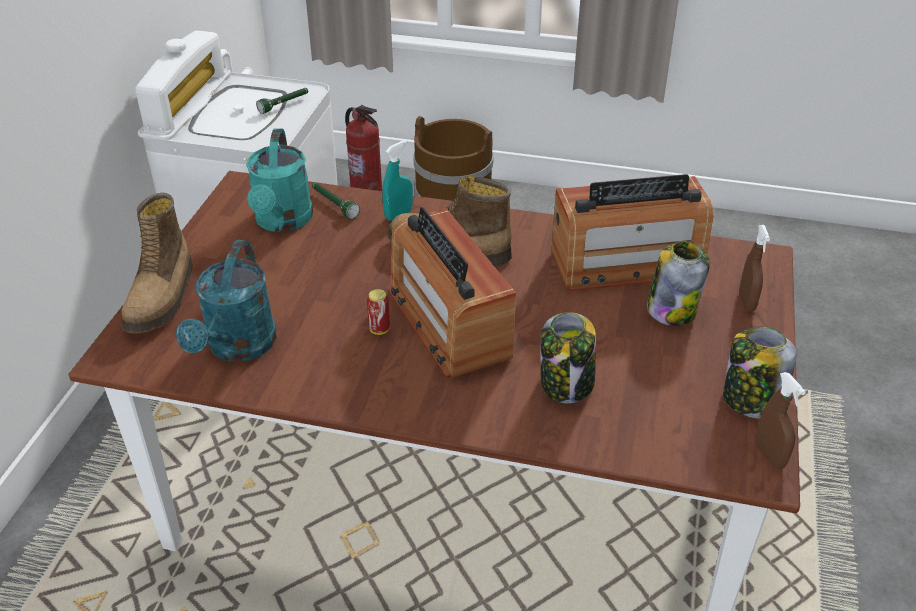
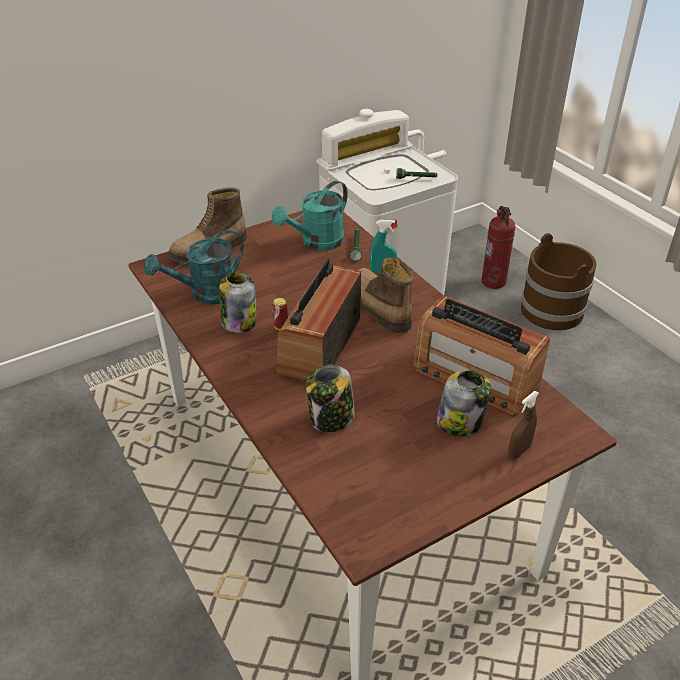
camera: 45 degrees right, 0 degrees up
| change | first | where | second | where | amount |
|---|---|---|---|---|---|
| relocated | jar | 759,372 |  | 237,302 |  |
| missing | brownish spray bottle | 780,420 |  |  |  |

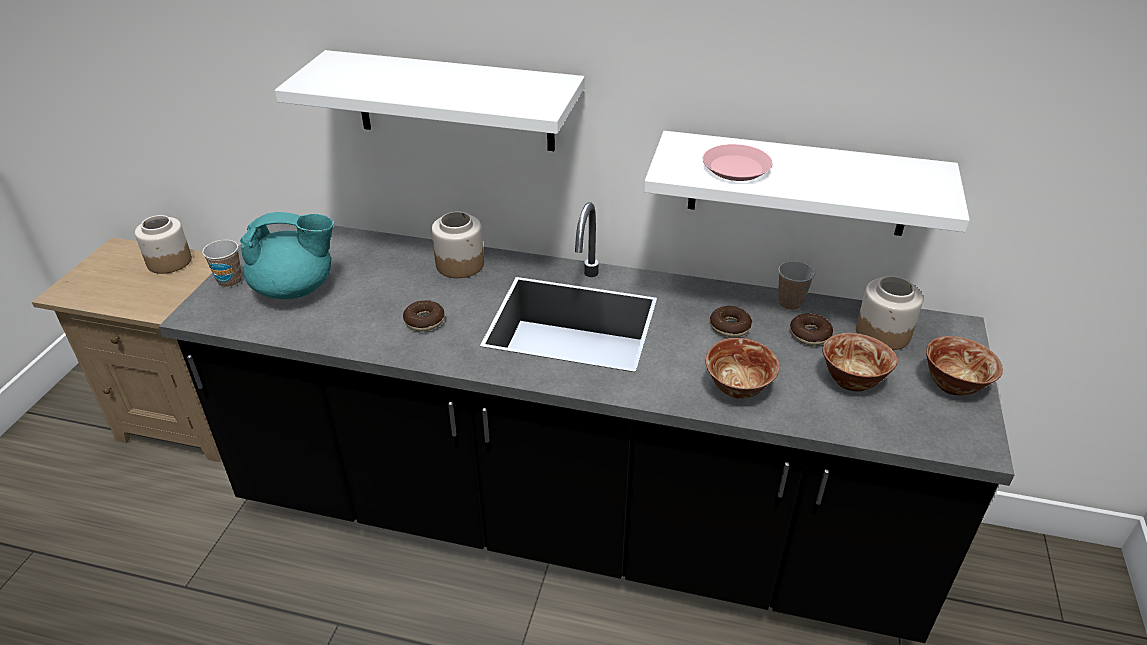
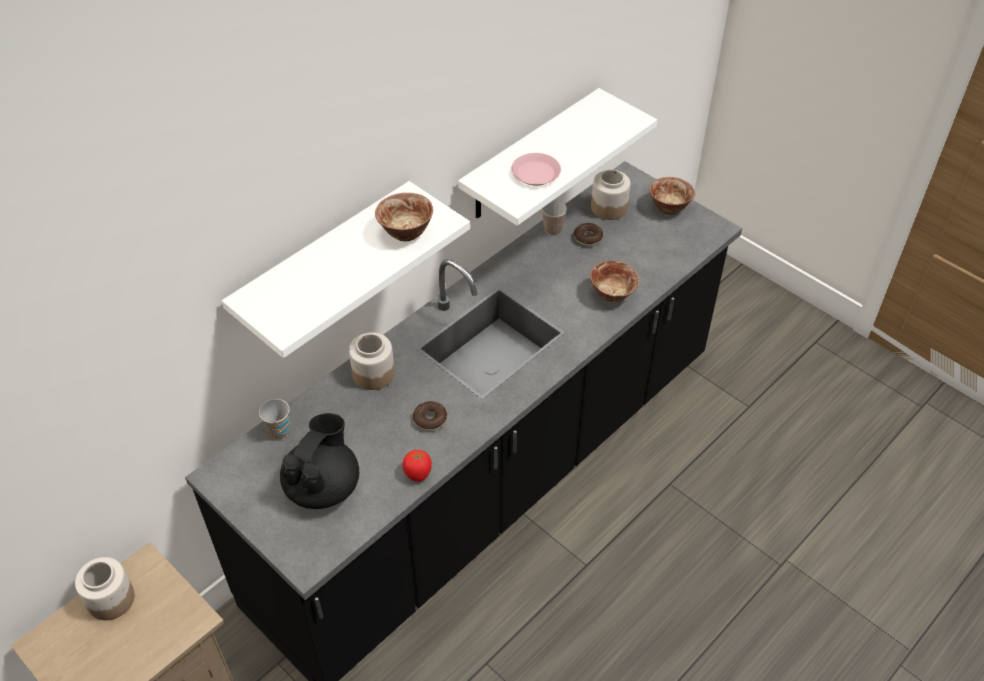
camera: 60 degrees left, 10 degrees up
| change | first | where | second | where | amount |
|---|---|---|---|---|---|
| relocated | cup | 222,264 |  | 274,419 |  |
| colour | blue-green tea pot | 287,255 | blackish tea pot | 319,461 |  |
| relocated | deep dish | 859,362 |  | 404,217 |  |
| appeared |  |  | tomato | 417,466 |  |
| missing | doughnut | 731,321 |  |  |  |

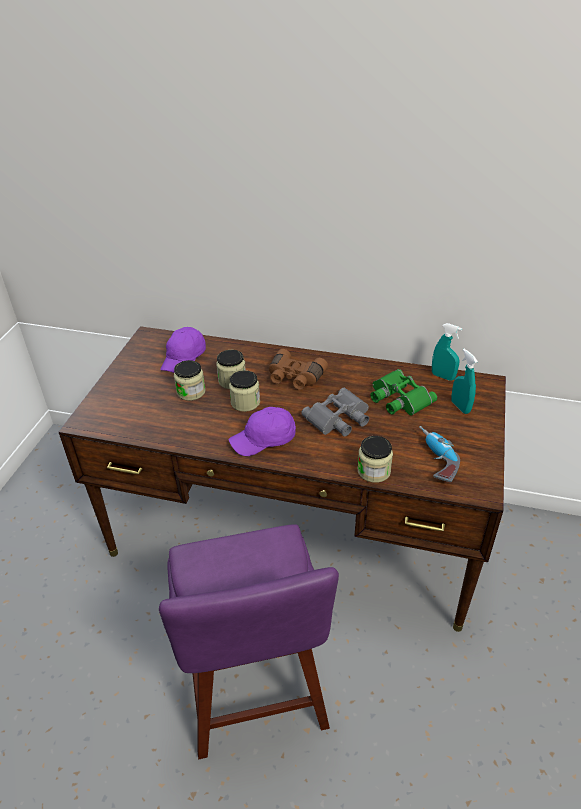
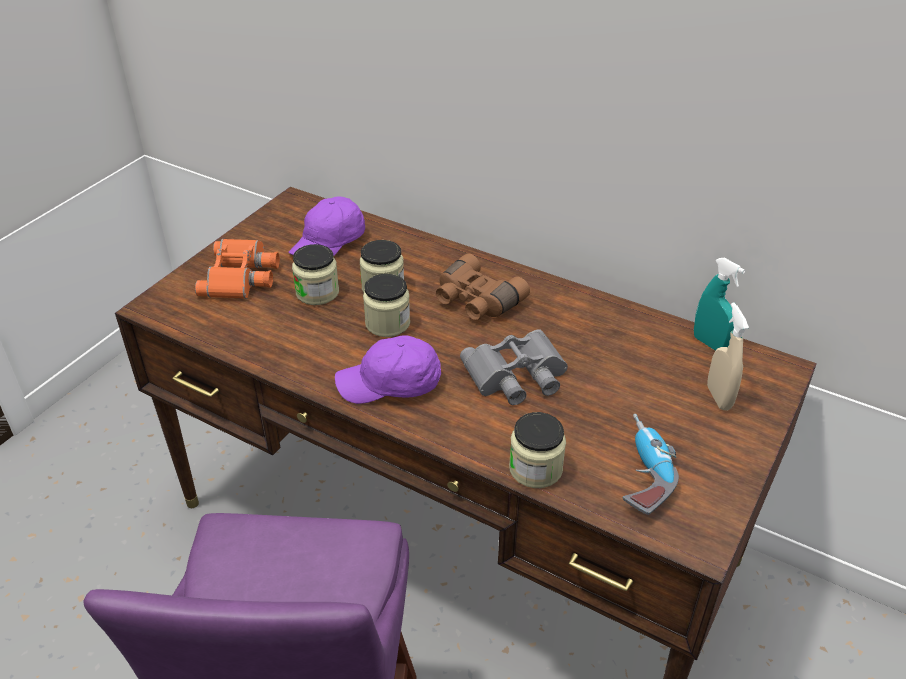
camera: 15 degrees right, 0 degrees up
| change | first | where | second | where | amount |
|---|---|---|---|---|---|
| appeared |  |  | orange-coloured binoculars | 237,269 |  |
| colour | blue-green spray bottle | 464,381 | beige-coloured spray bottle | 728,356 |  |
| missing | greenish binoculars | 404,392 |  |  |  |

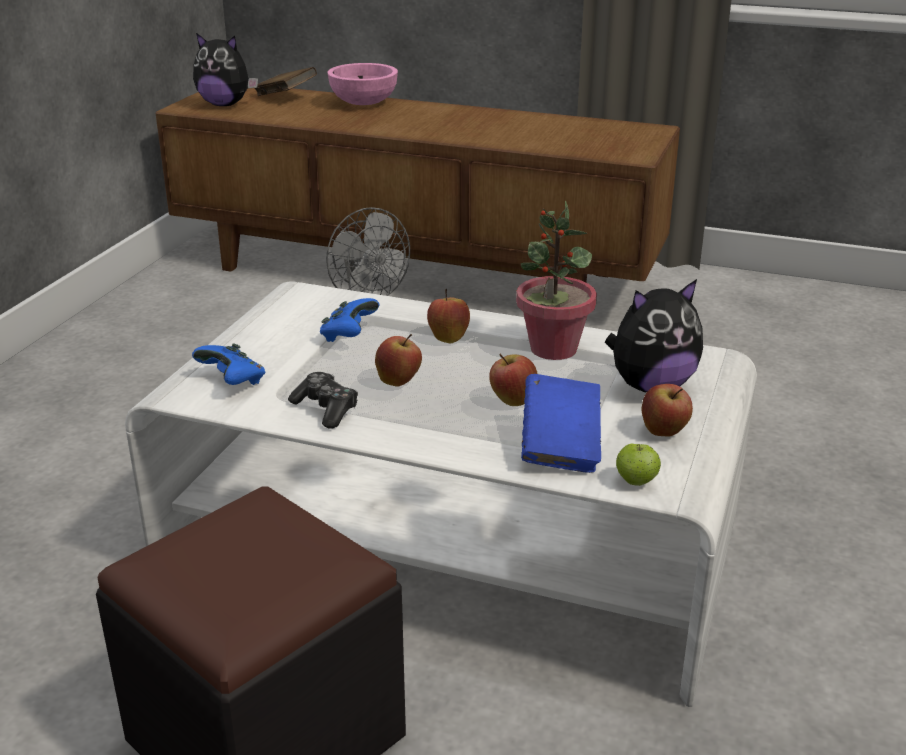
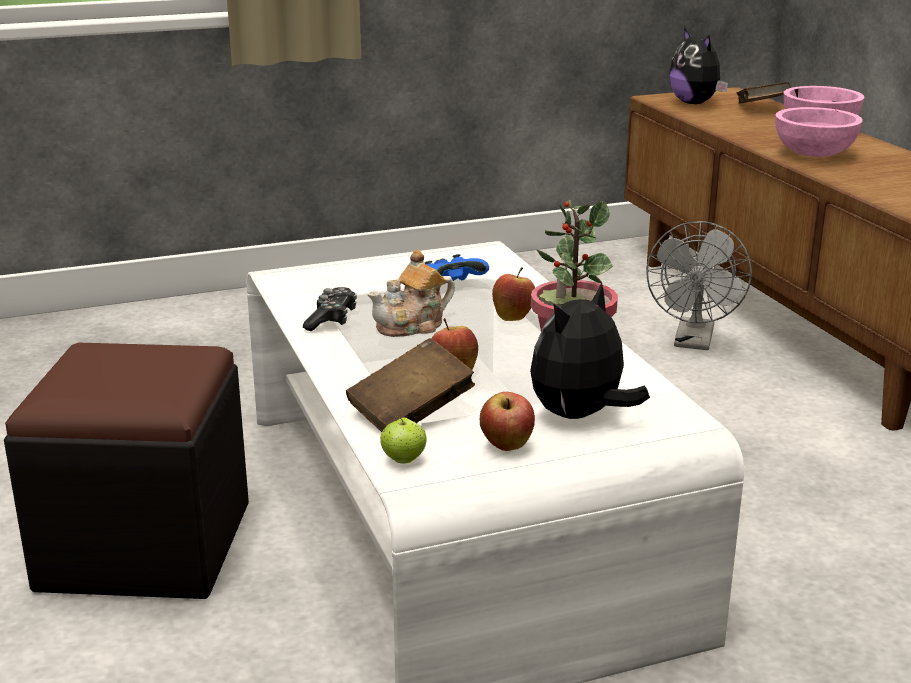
camera: 50 degrees right, 5 degrees down
| change | first | where | second | where | amount |
|---|---|---|---|---|---|
| colour | blue-coloured bound book | 561,423 | brownish bound book | 410,385 |  |
| exchanged | apple fruit | 398,360 | tea pot | 411,293 |  |
| spun | cuddly toy | 654,336 |  | 590,350 | 105 degrees clockwise |
| appeared |  |  | pinkish deep dish | 819,132 |  |
| missing | blue-coloured joypad | 229,364 |  |  |  |

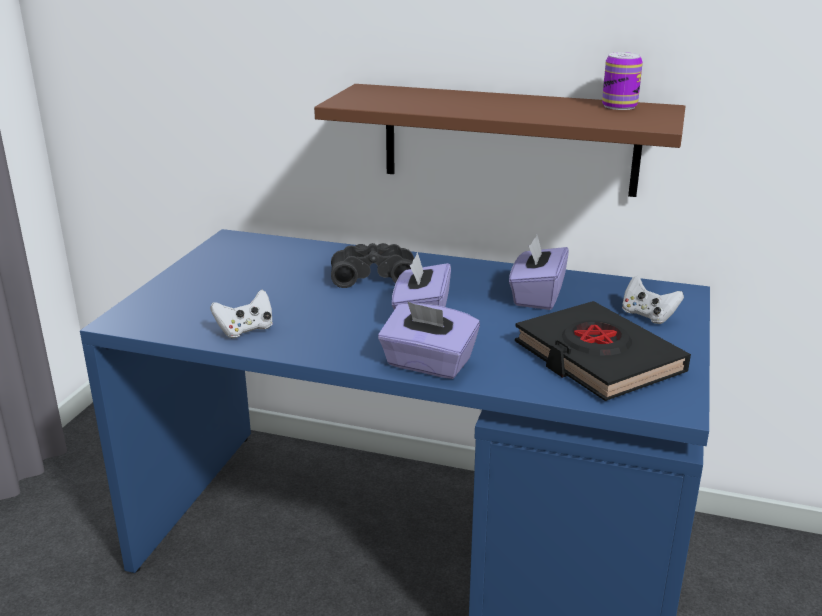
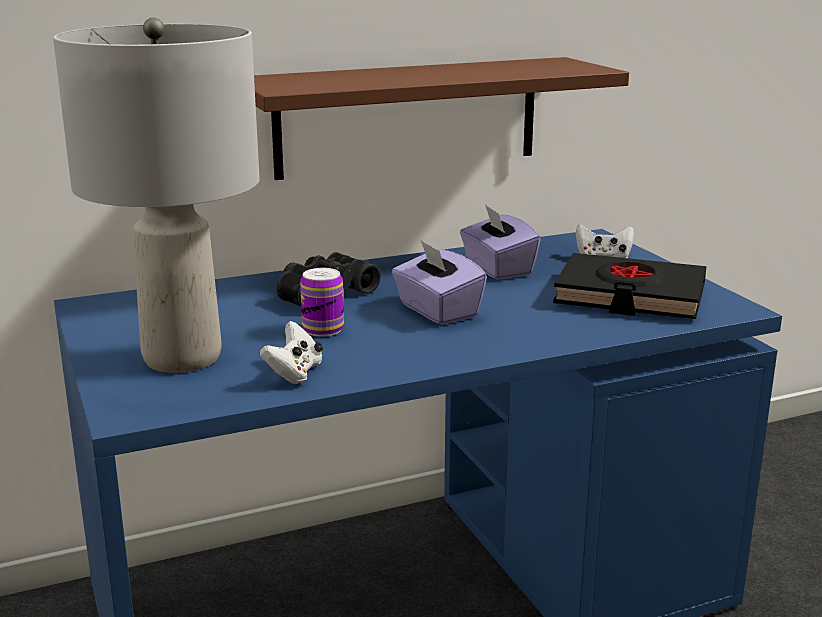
camera: 40 degrees left, 5 degrees down
| change | first | where | second | where | amount |
|---|---|---|---|---|---|
| appeared |  |  | greyish lamp for a table | 156,195 |  |
| relocated | metal can | 622,81 |  | 322,302 |  |
| missing | purplish box of tissues | 429,340 |  |  |  |

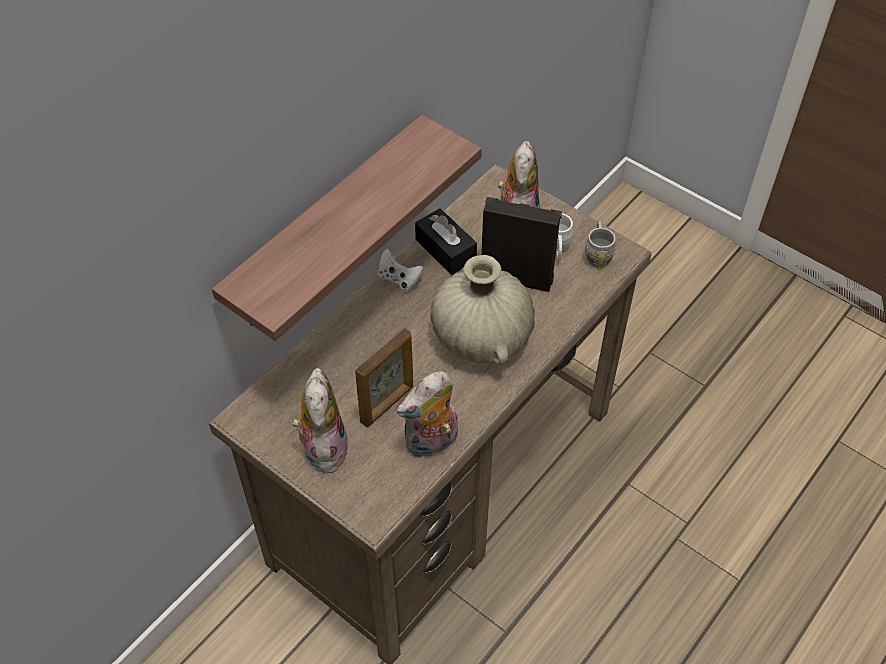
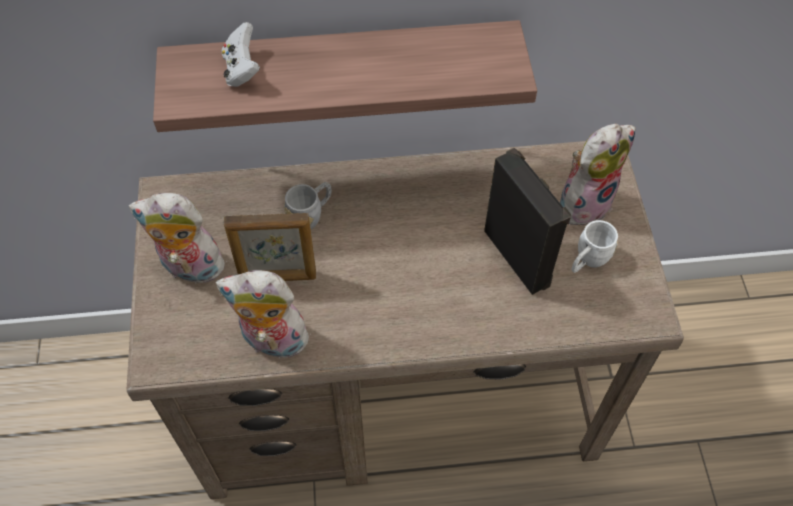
camera: 45 degrees right, 5 degrees up
| change | first | where | second | where | amount |
|---|---|---|---|---|---|
| spun | cuddly toy | 320,420 |  | 178,240 | 120 degrees counterclockwise |
| relocated | whitish joypad | 401,270 |  | 241,54 |  |
| relocated | greyish coffee mug | 600,244 |  | 308,205 |  |
| missing | blackish box of tissues | 446,241 |  |  |  |
| missing | beige-coloured flower vase | 482,310 |  |  |  |

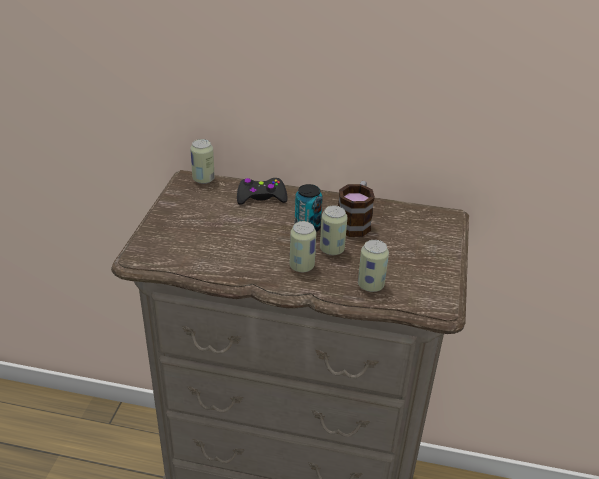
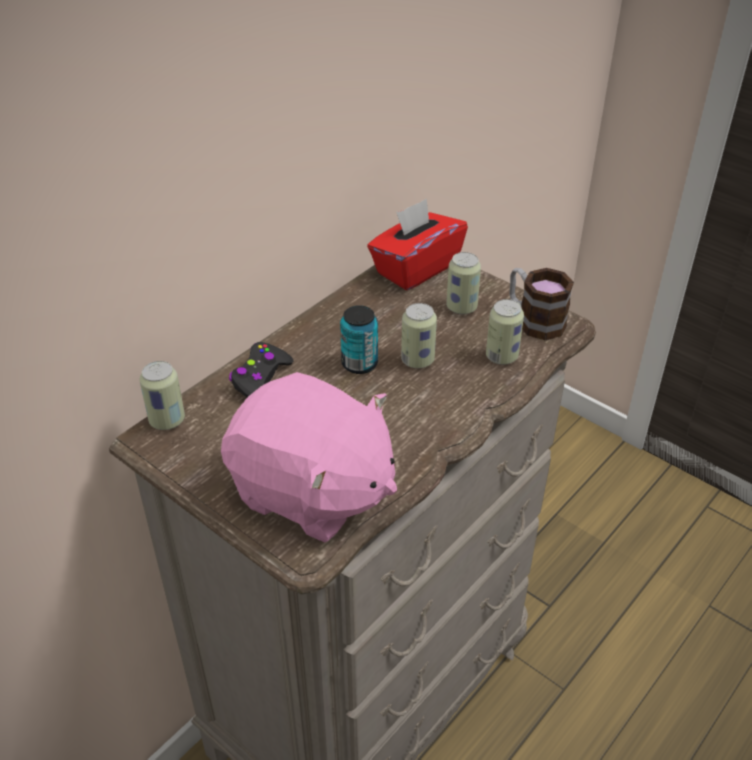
camera: 60 degrees left, 5 degrees up
| change | first | where | second | where | amount |
|---|---|---|---|---|---|
| appeared |  |  | pinkish cuddly toy | 309,457 |  |
| appeared |  |  | reddish box of tissues | 417,244 |  |
| relocated | metal can | 303,247 |  | 463,283 |  |
| relocated | coffee mug | 356,209 |  | 541,304 |  |

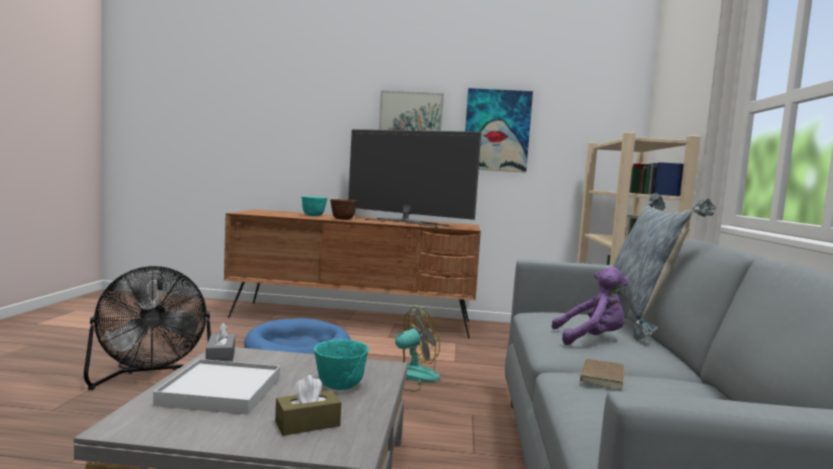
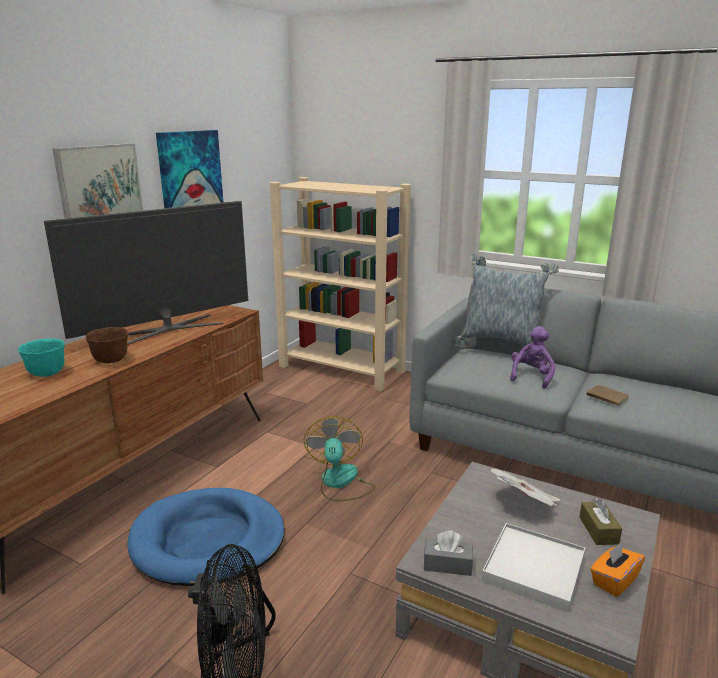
camera: 65 degrees left, 15 degrees up
| change | first | where | second | where | amount |
|---|---|---|---|---|---|
| exchanged | blue-green deep dish | 341,364 | newspaper | 525,487 |  |
| appeared |  |  | orange-coloured box of tissues | 617,569 |  |

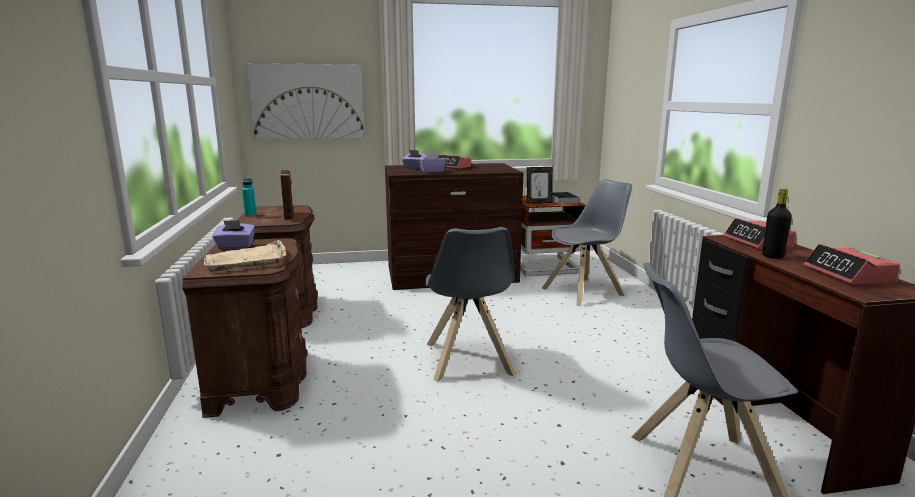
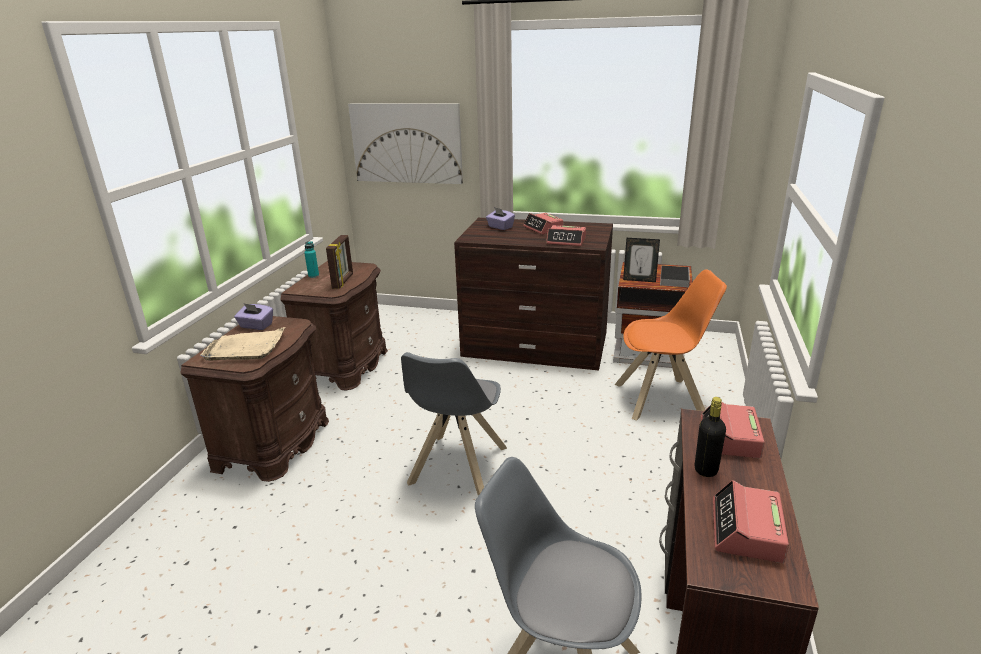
camera: 25 degrees right, 10 degrees up
| change | first | where | second | where | amount |
|---|---|---|---|---|---|
| appeared |  |  | alarm clock | 566,235 |  |
| colour | greyish upright chair | 586,242 | orange-coloured upright chair | 671,345 |  |
| missing | purplish box of tissues | 432,162 |  |  |  |

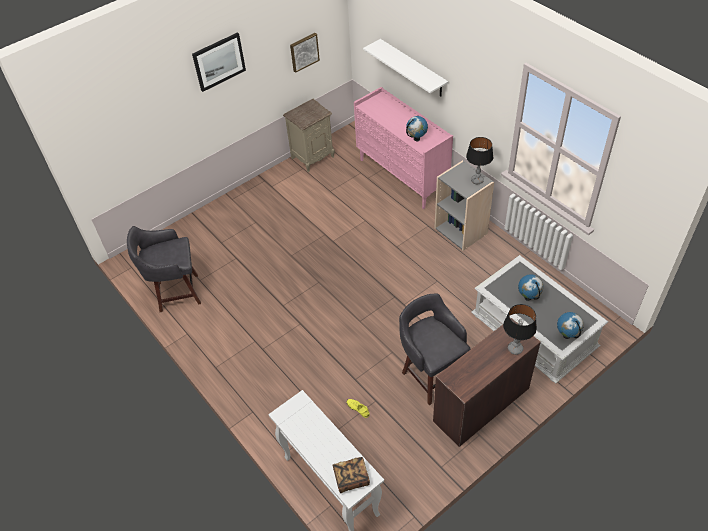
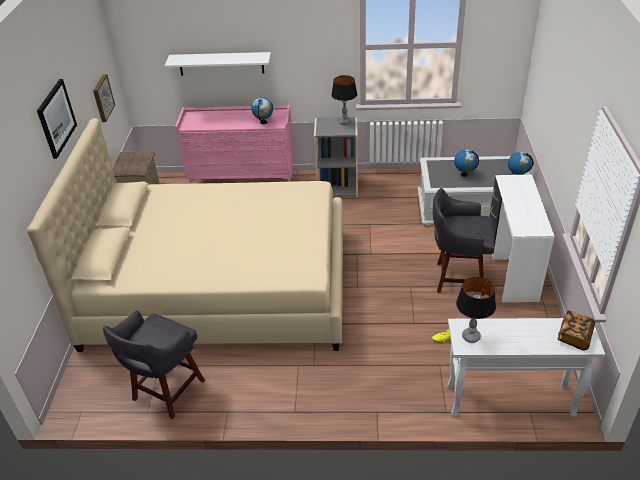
camera: 50 degrees left, 10 degrees down
| change | first | where | second | where | amount |
|---|---|---|---|---|---|
| appeared |  |  | beige-coloured sleeping bed | 185,235 |  |
| relocated | lamp for a table | 520,329 |  | 476,310 |  |
| colour | brownish desk table | 487,382 | whitish desk table | 522,238 |  |

